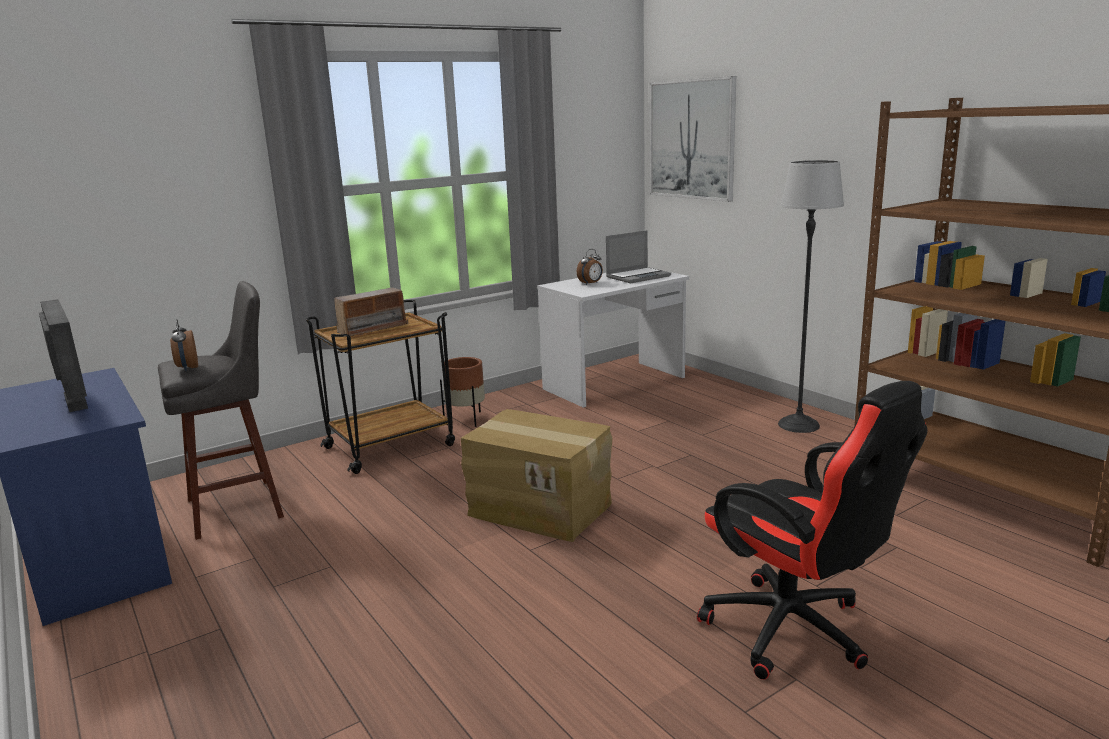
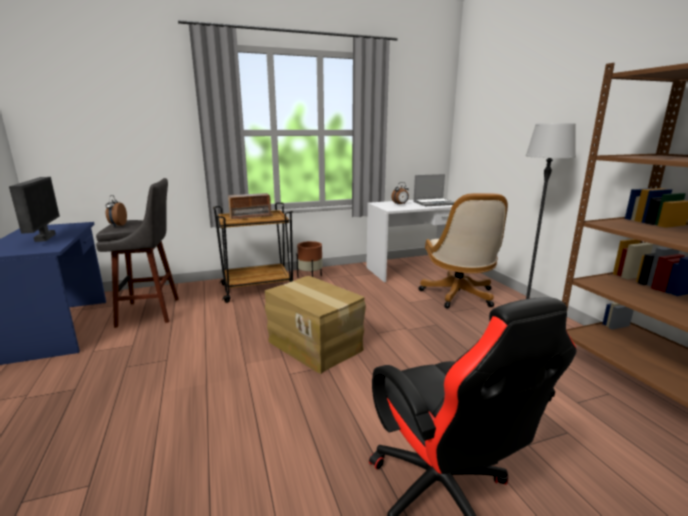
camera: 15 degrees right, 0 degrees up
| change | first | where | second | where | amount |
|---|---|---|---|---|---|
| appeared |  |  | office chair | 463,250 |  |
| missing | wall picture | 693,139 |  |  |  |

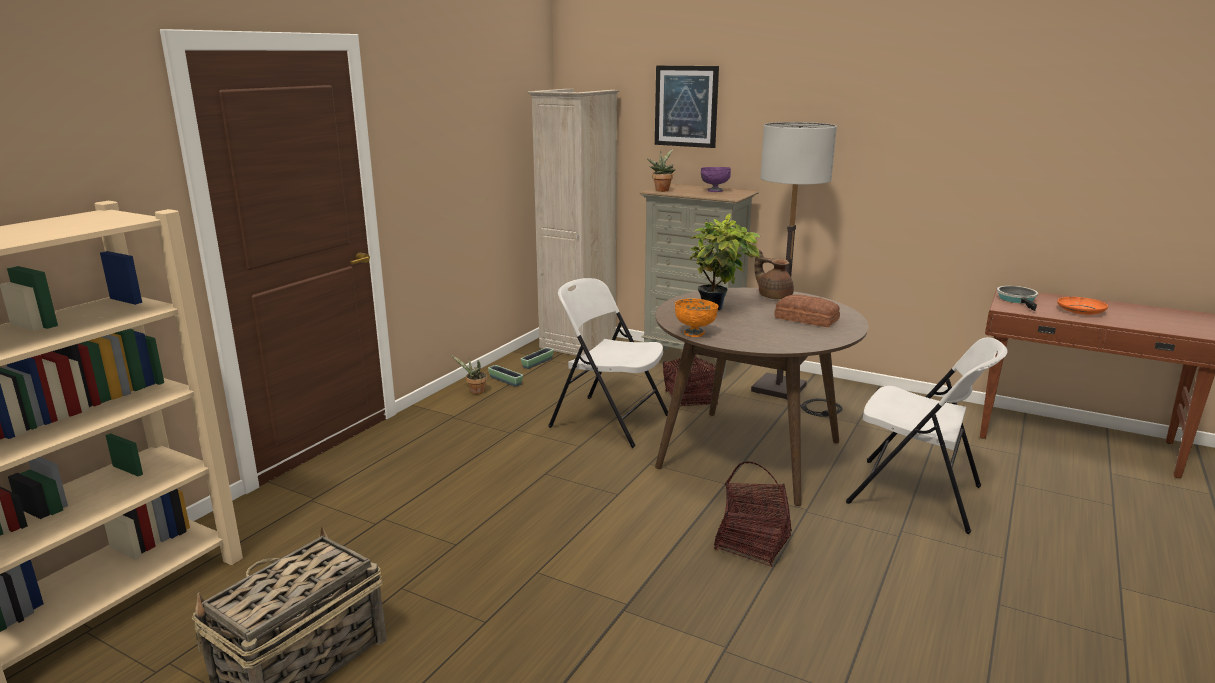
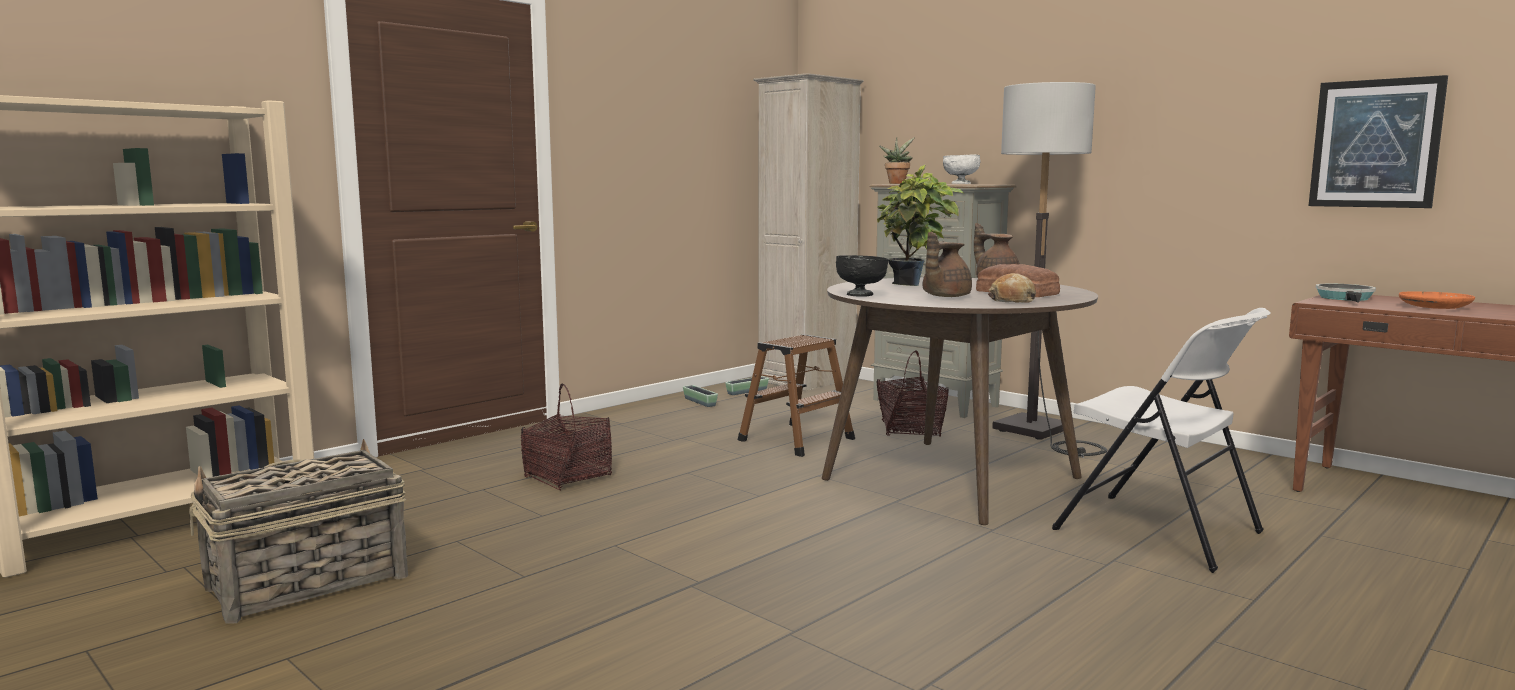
camera: 15 degrees right, 10 degrees down
| change | first | where | second | where | amount |
|---|---|---|---|---|---|
| relocated | basket | 753,514 |  | 566,436 |  |
| exchanged | whitish upright chair | 608,363 | brownish step ladder | 796,395 |  |
| colour | orange-coloured deep dish | 697,317 | blackish deep dish | 862,276 |  |
| appeared |  |  | brownish tea pot | 947,264 |  |
| colour | purplish deep dish | 716,179 | whitish deep dish | 962,169 |  |
| appeared |  |  | baked bread | 1012,287 |  |
| relocated | wall picture | 687,107 |  | 1378,141 |  |
| missing | houseplant | 469,374 |  |  |  |

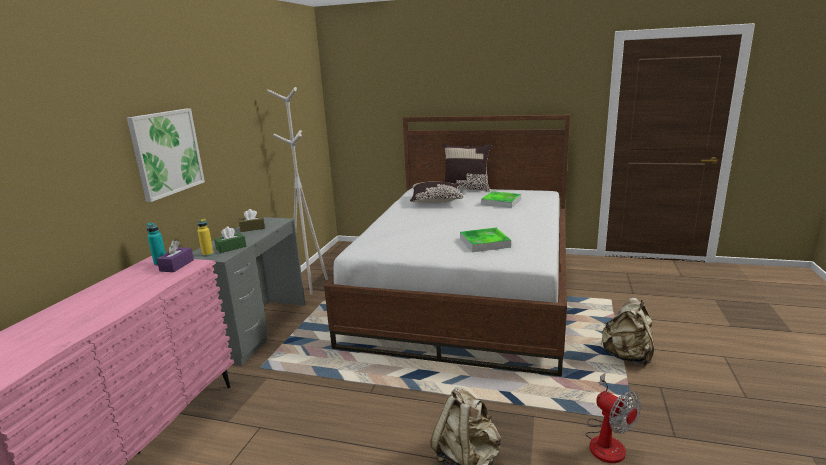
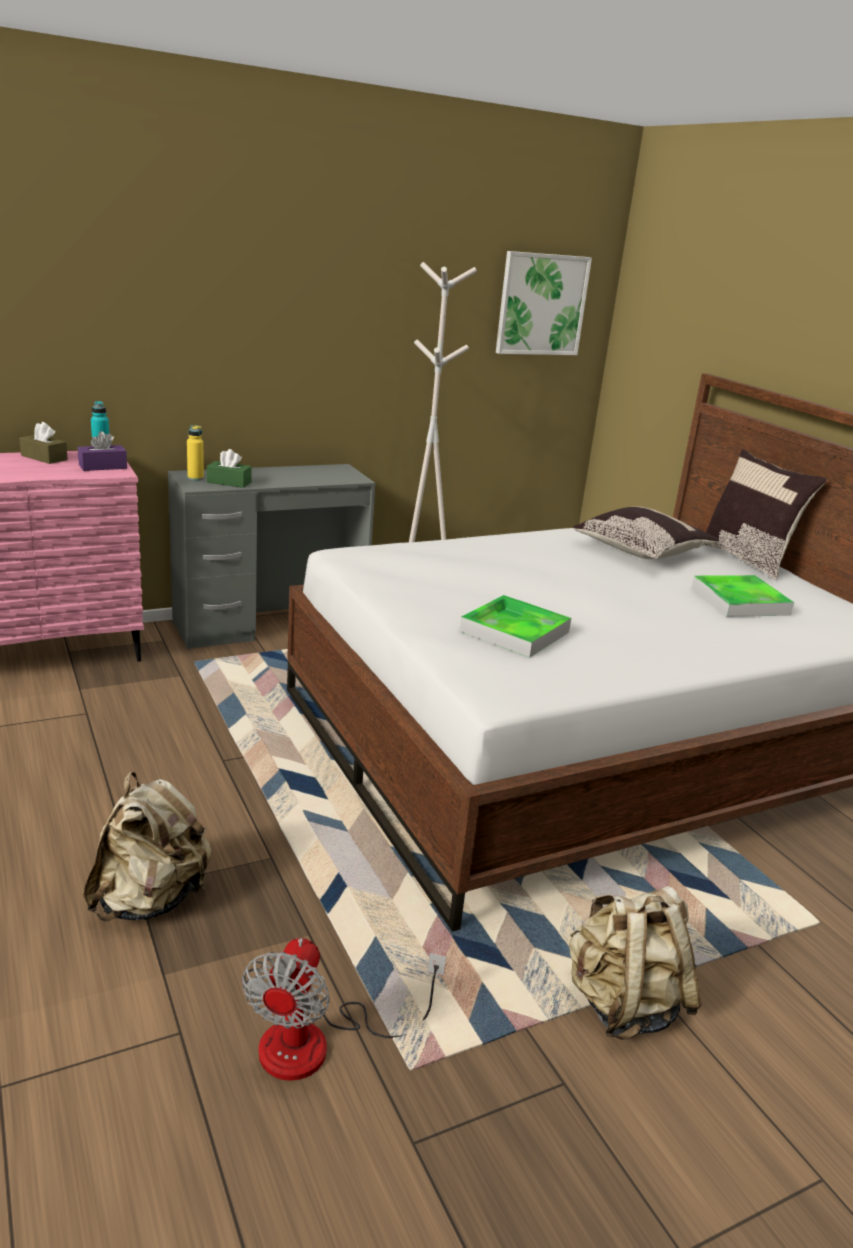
camera: 45 degrees right, 5 degrees up
| change | first | where | second | where | amount |
|---|---|---|---|---|---|
| relocated | brownish box of tissues | 252,220 |  | 43,443 |  |
| relocated | wall picture | 166,155 |  | 544,303 |  |

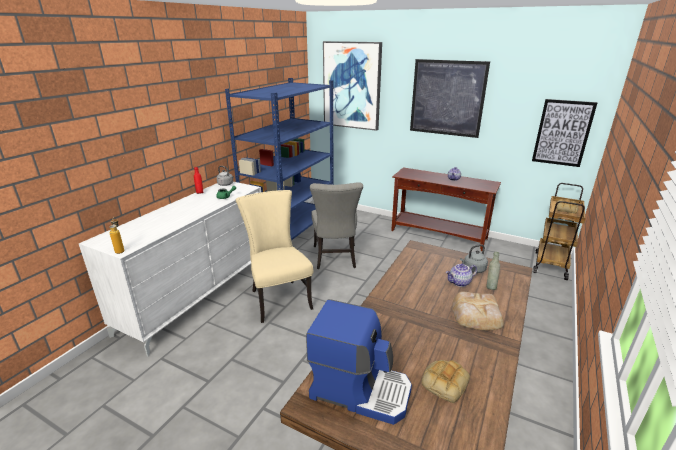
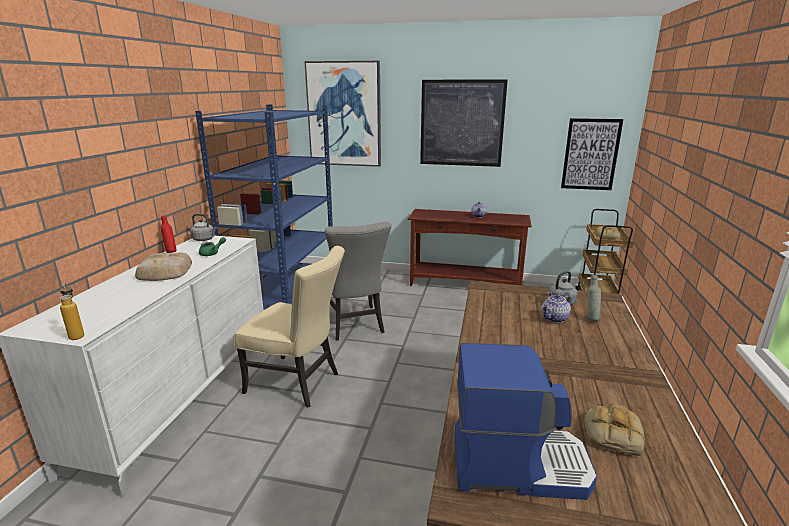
camera: 15 degrees left, 5 degrees down
| change | first | where | second | where | amount |
|---|---|---|---|---|---|
| relocated | baked bread | 478,311 |  | 163,266 |  |
| spun | beige-coloured upright chair | 274,256 |  | 289,327 | 150 degrees clockwise |

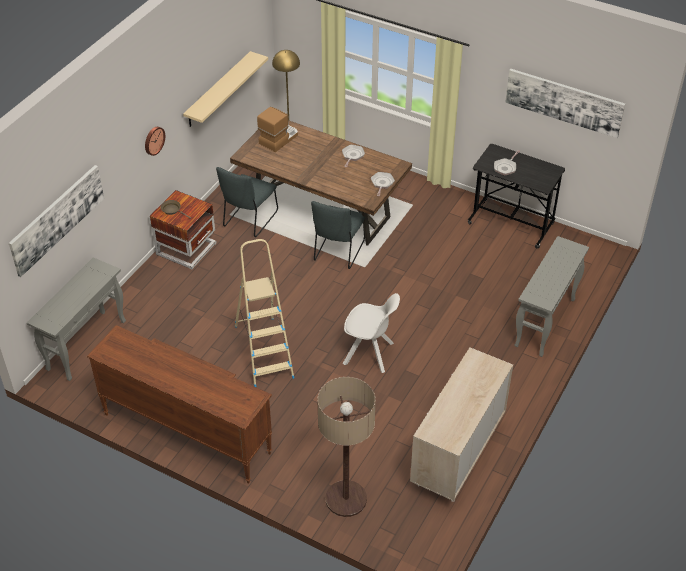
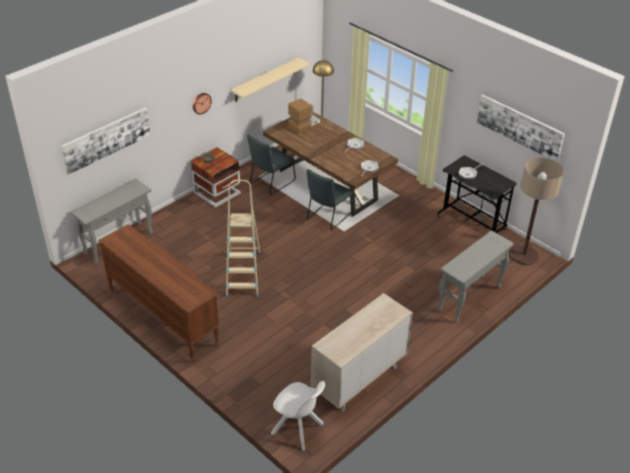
camera: 15 degrees right, 5 degrees down
| change | first | where | second | where | amount |
|---|---|---|---|---|---|
| relocated | whitish upright chair | 371,333 |  | 298,416 |  |
| relocated | standing lamp | 346,447 |  | 537,211 |  |

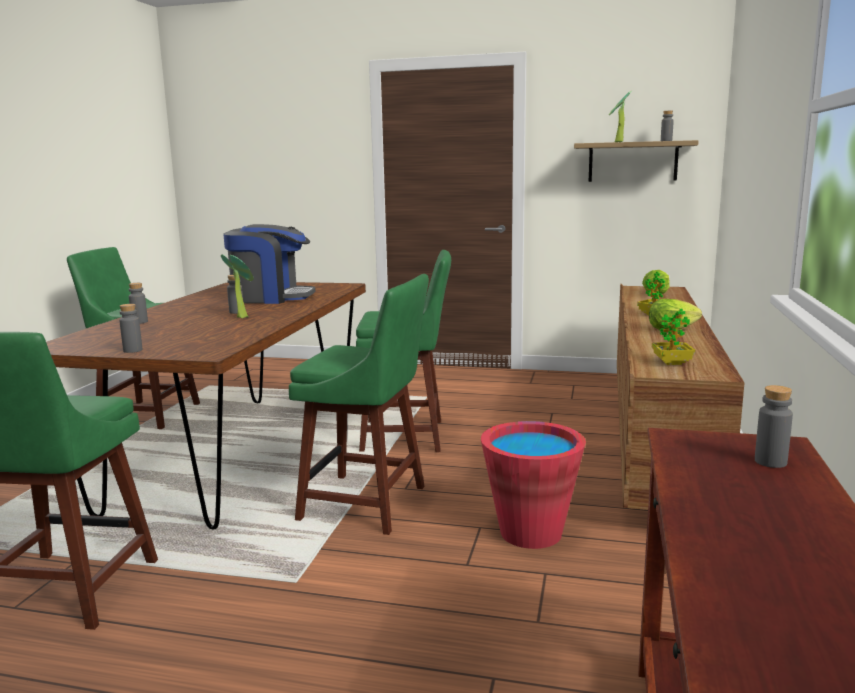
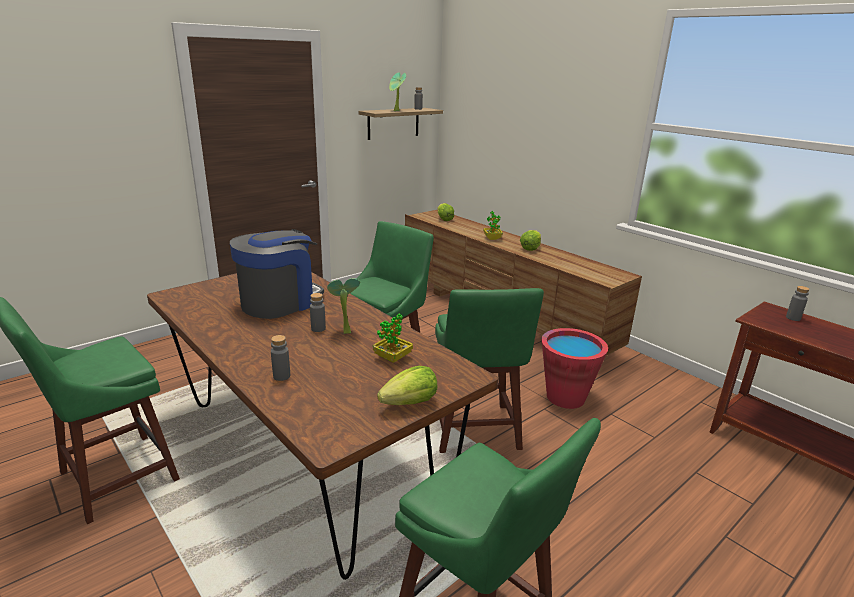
camera: 55 degrees left, 10 degrees up
| change | first | where | second | where | amount |
|---|---|---|---|---|---|
| relocated | houseplant | 673,337 |  | 393,338 |  |
| exchanged | greyish bottle | 130,328 | head of lettuce | 407,385 |  |
| spun | greenish upright chair | 359,404 |  | 489,370 | 120 degrees clockwise |

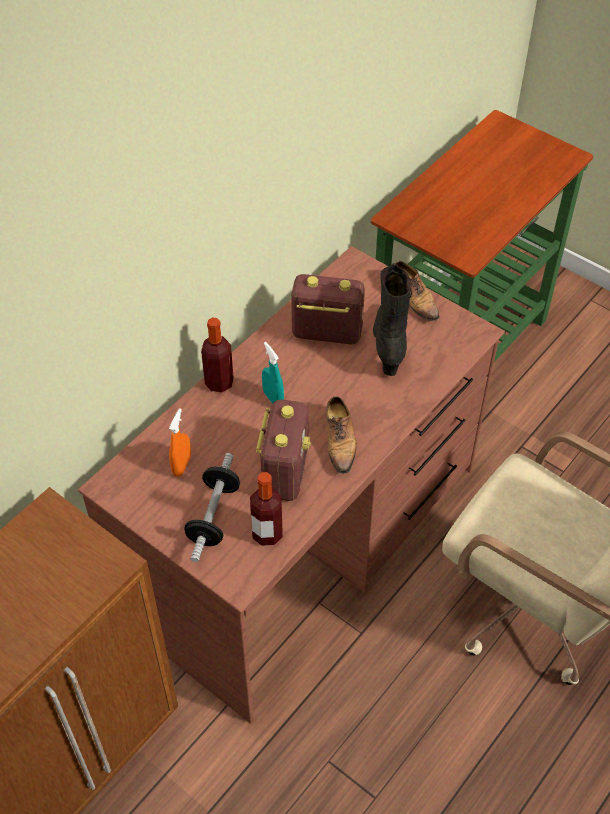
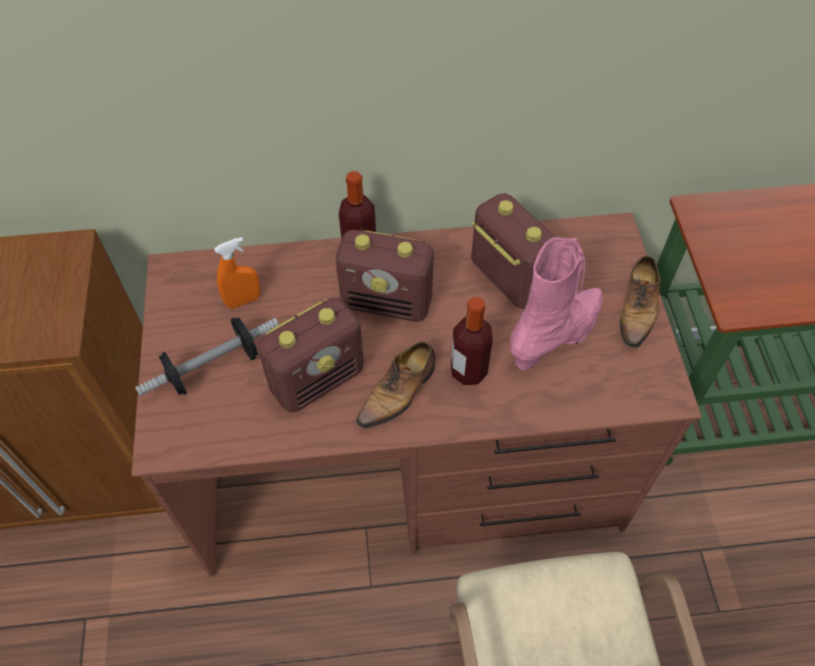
camera: 45 degrees right, 5 degrees up
| change | first | where | second | where | amount |
|---|---|---|---|---|---|
| exchanged | blue-green spray bottle | 273,373 | radio | 385,276 |  |
| relocated | bottle | 266,509 |  | 472,341 |  |
| colour | blackish boot | 392,319 | pinkish boot | 556,303 |  |

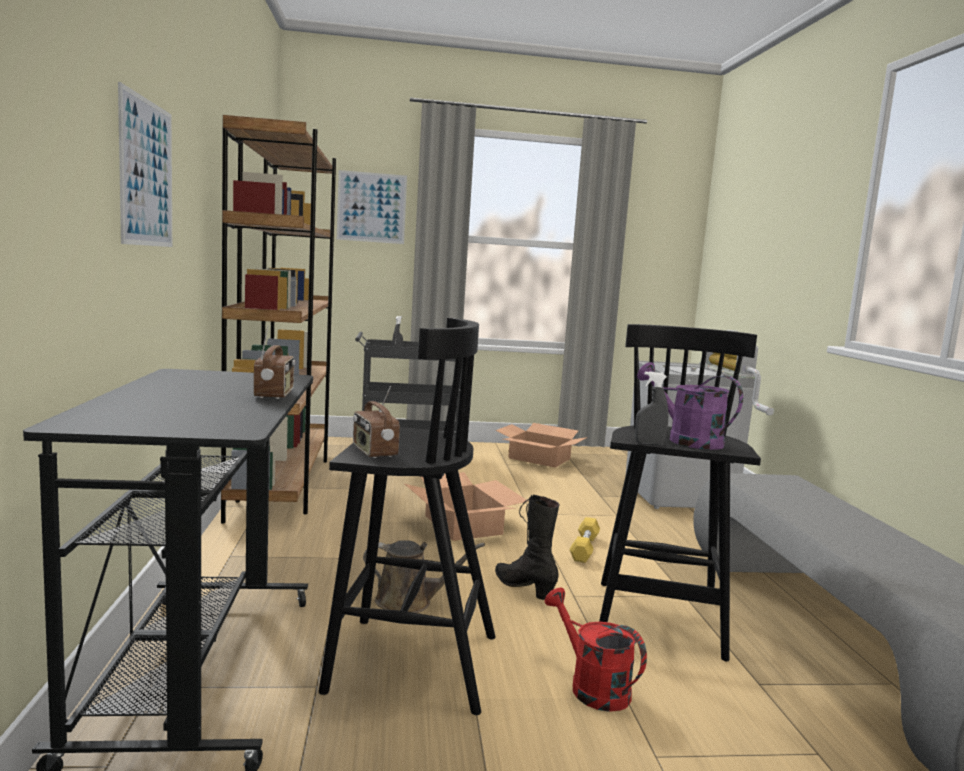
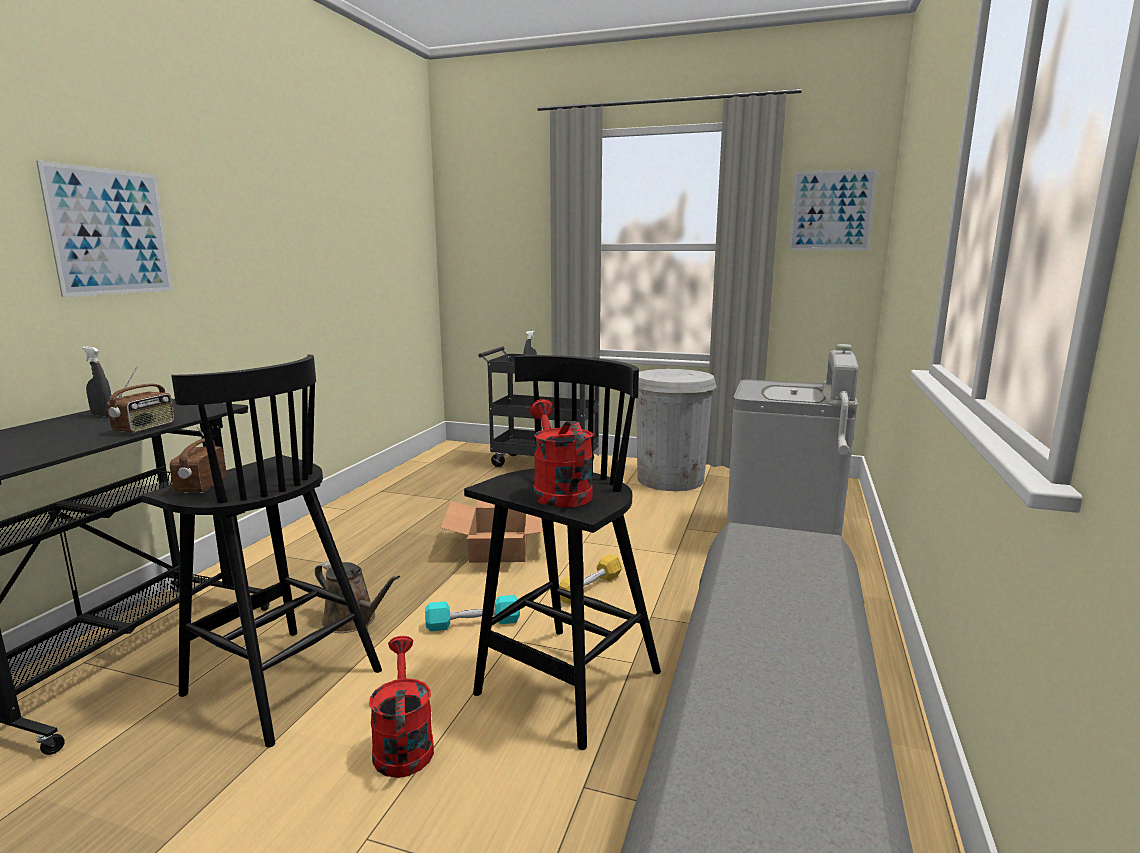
camera: 25 degrees right, 5 degrees up
| change | first | where | second | where | amount |
|---|---|---|---|---|---|
| relocated | greyish spray bottle | 651,408 |  | 97,381 |  |
| exchanged | blackish boot | 527,547 | blue-green free weight | 472,613 |  |
| colour | purplish watering pot | 690,406 | reddish watering pot | 561,453 |  |
| exchanged | packing box | 542,445 | whitish waste bin | 676,430 |  |
| relocated | wall picture | 372,207 |  | 833,209 |  |
| missing | brownish bookcase | 278,319 |  |  |  |

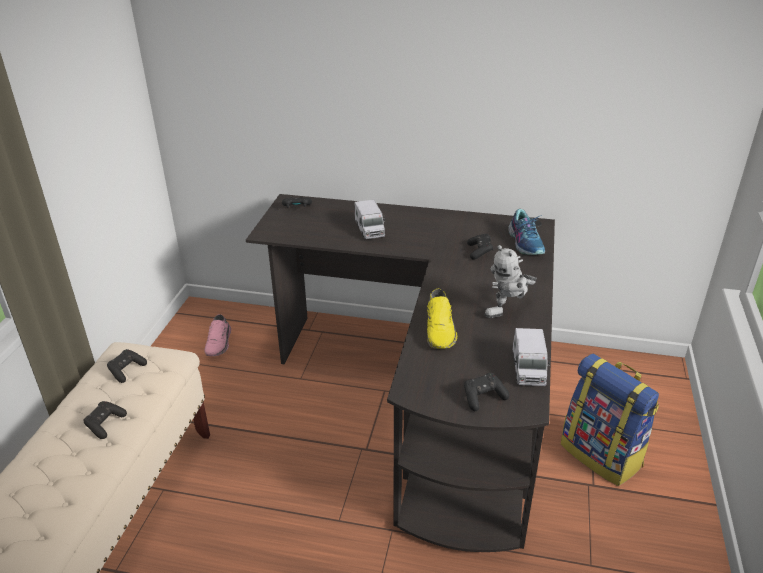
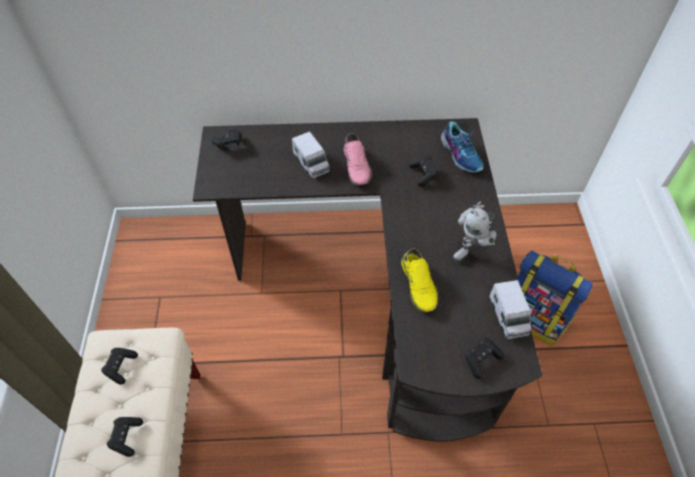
camera: 15 degrees left, 20 degrees up
| change | first | where | second | where | amount |
|---|---|---|---|---|---|
| relocated | pinkish low shoe | 217,335 |  | 358,159 |  |

